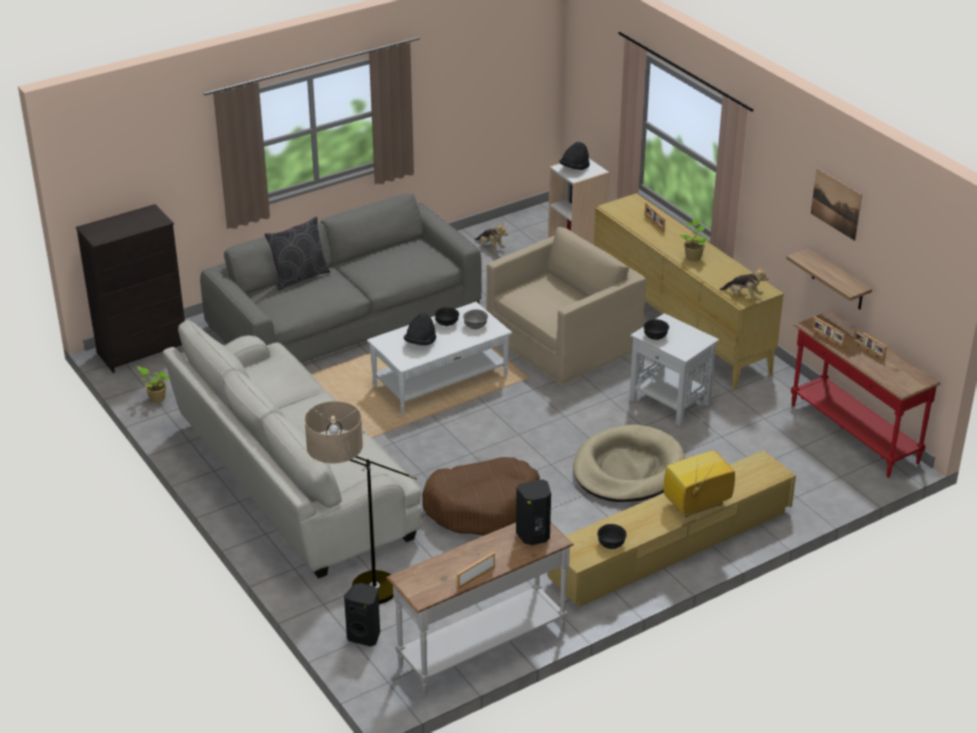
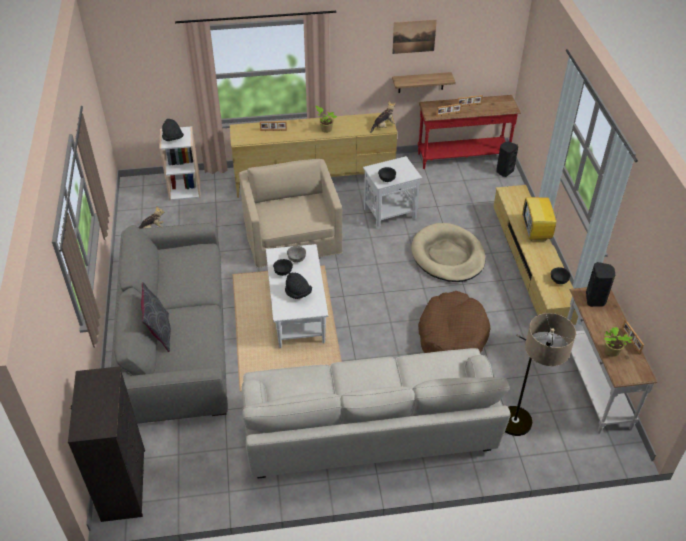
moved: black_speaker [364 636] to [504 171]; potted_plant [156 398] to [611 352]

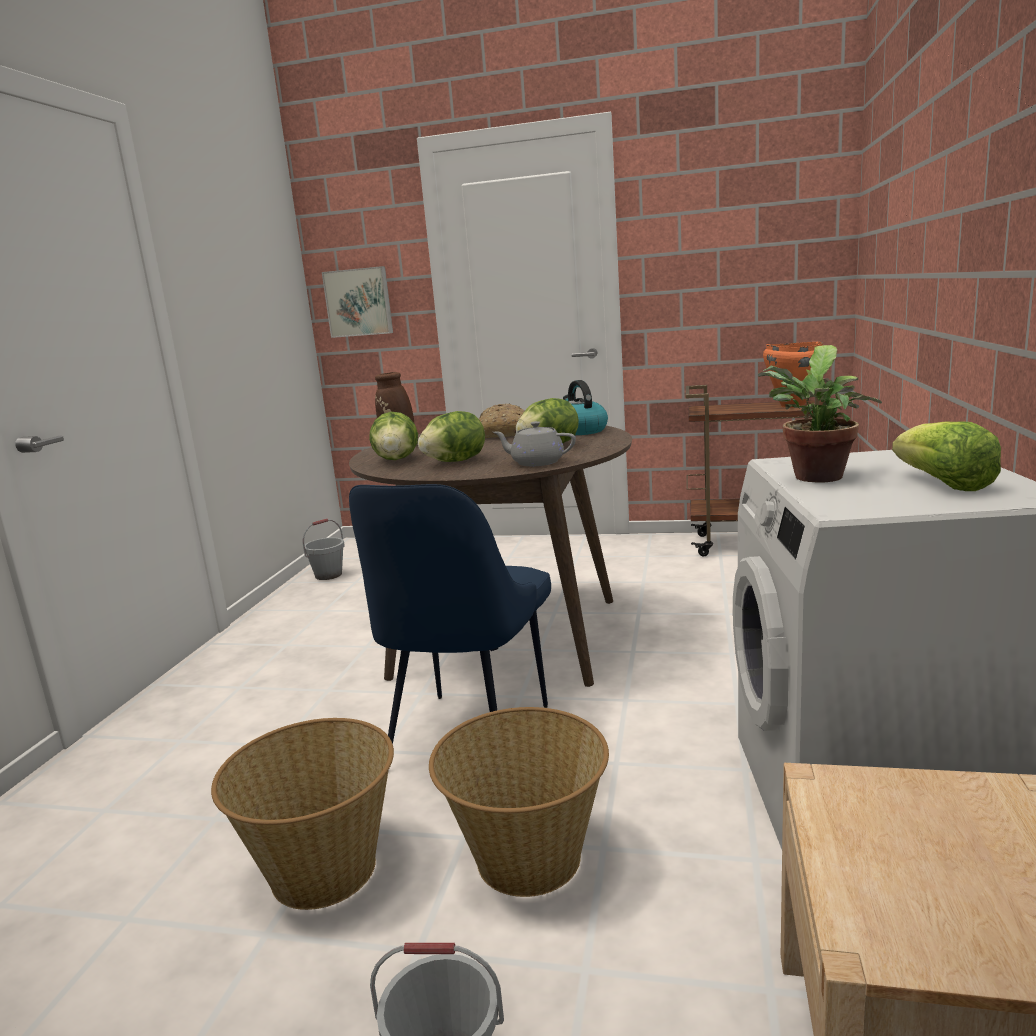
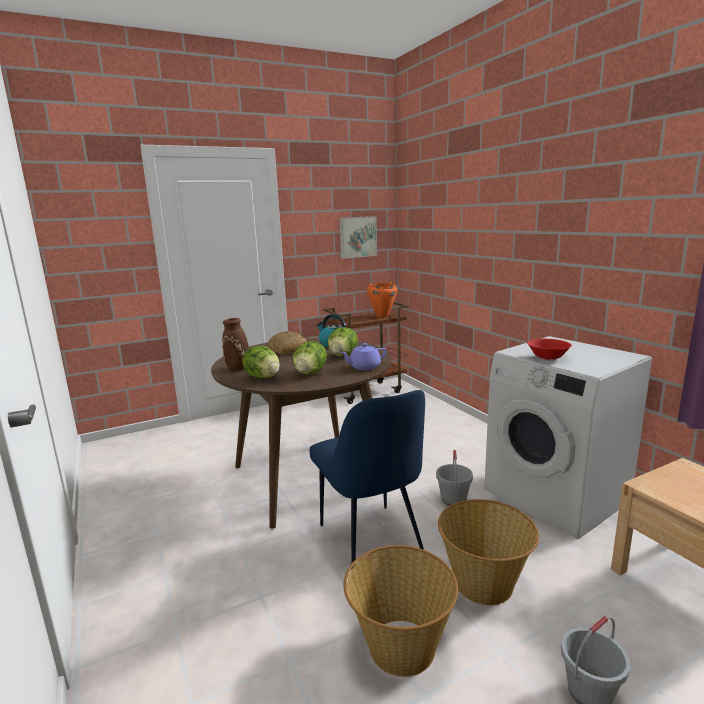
removed: lettuce [942 484]
moved: picture [359 302] to [357 237]; grey_bucket [328 575] to [454 500]
replaced: potted_plant [816 478] to red_bowl [547 358]
recoloured: grey_teapot [536 463] to purple_teapot [364 367]

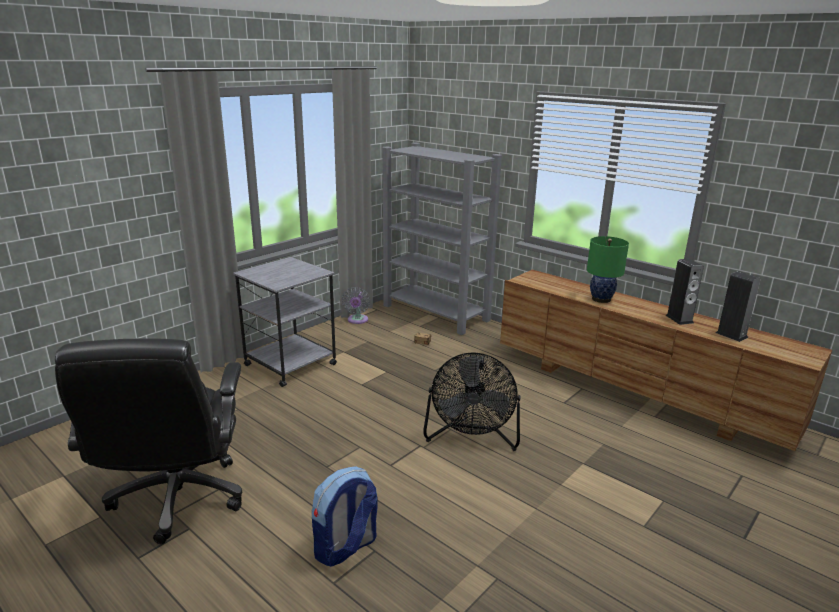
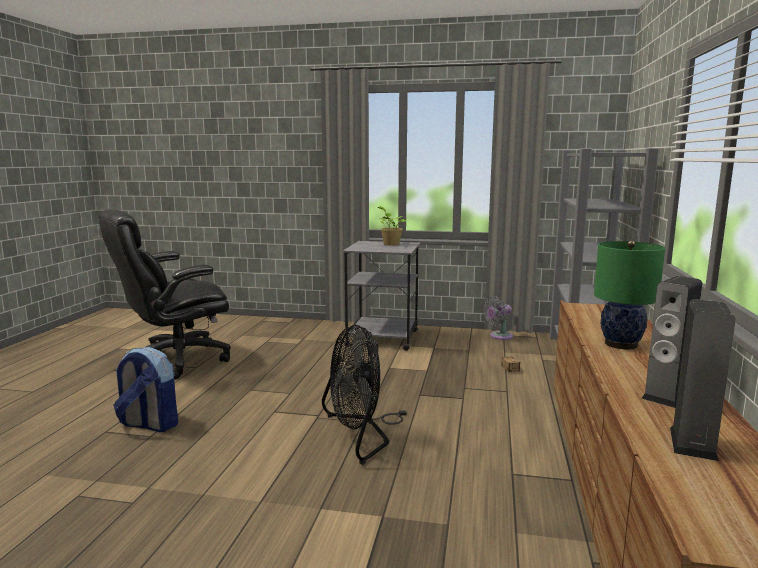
added: potted_plant [390 244]

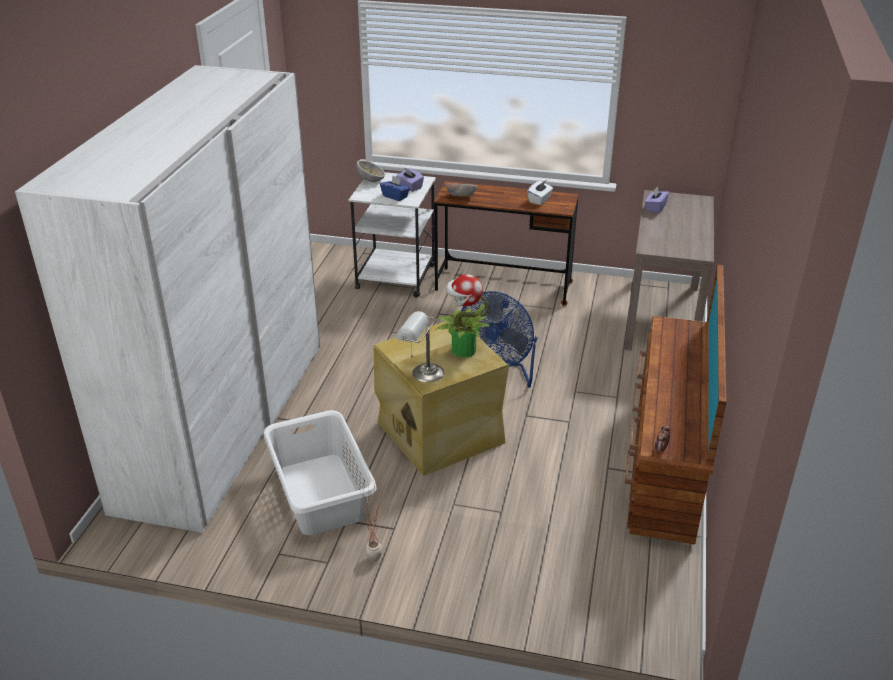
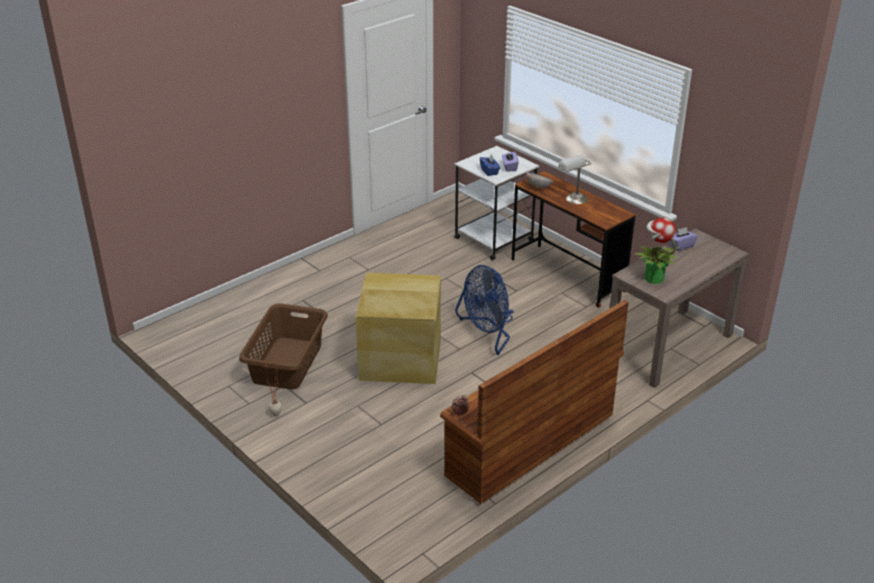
removed: white_wardrobe [224 423]; bowl [371 180]; white_tissue_box [539 200]
moved: white_table_lamp [421 371] to [573 197]; potted_plant [462 350] to [653 278]
recoloured: white_laundry_basket [320 494] to brown_laundry_basket [286 363]

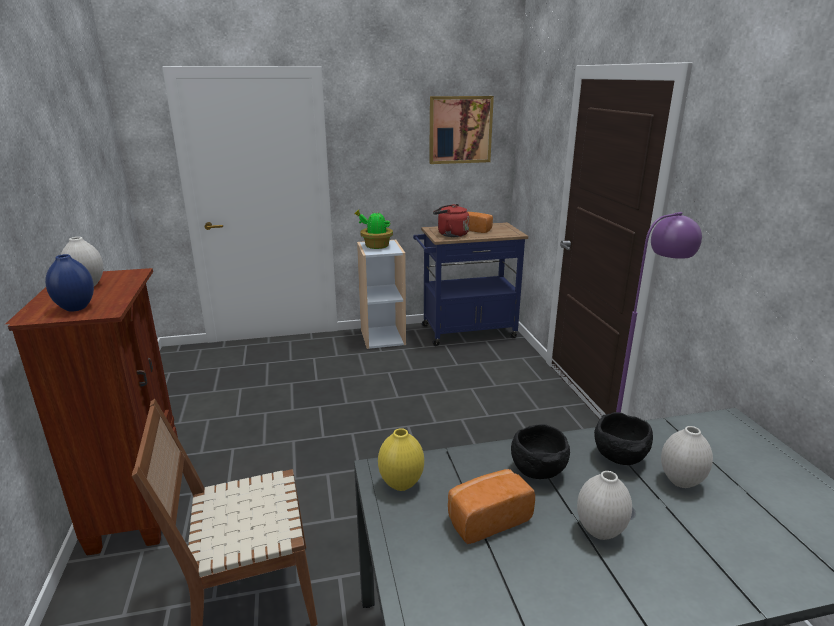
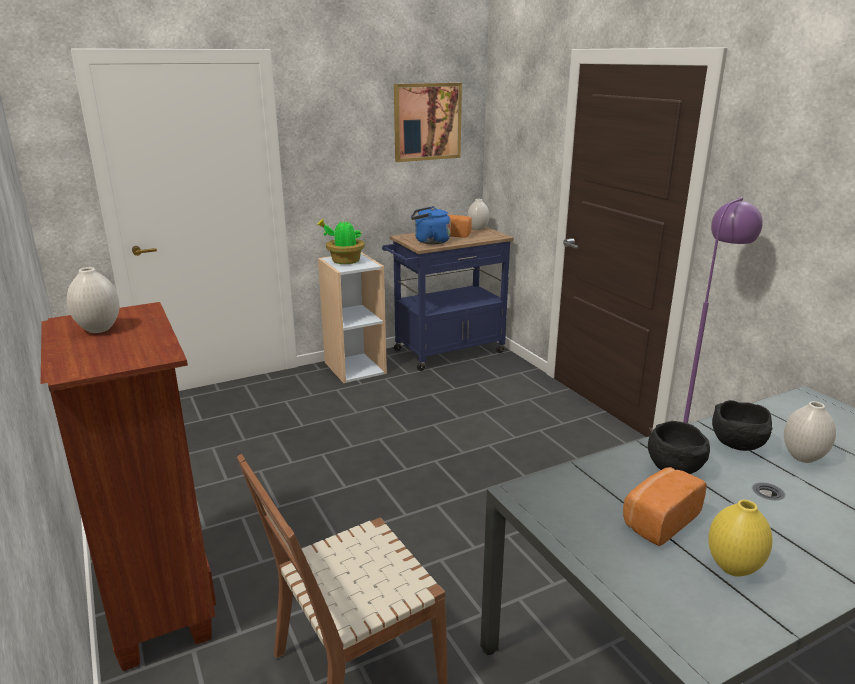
removed: blue_vase [75 308]
moved: white_vase [599 531] to [477 229]; yellow_vase [401 484] to [733 567]
recoloured: red_kettle [450 234] to blue_kettle [429 241]

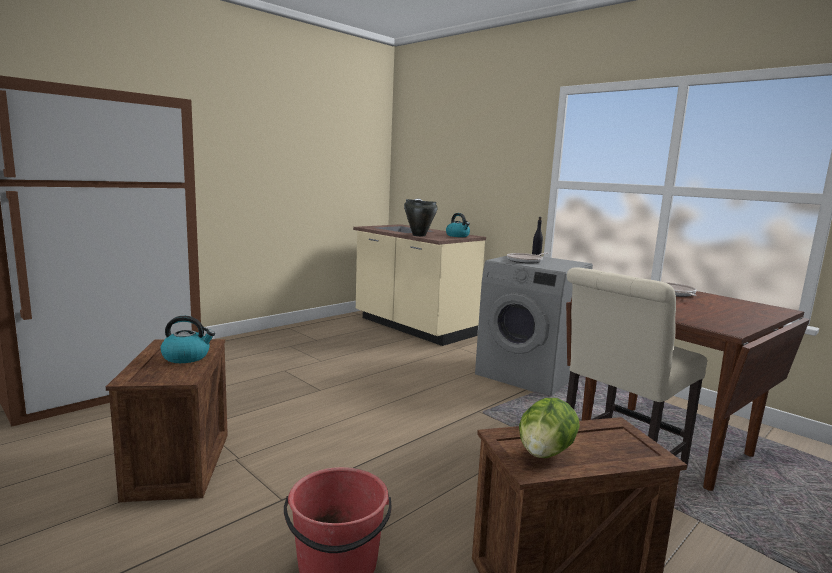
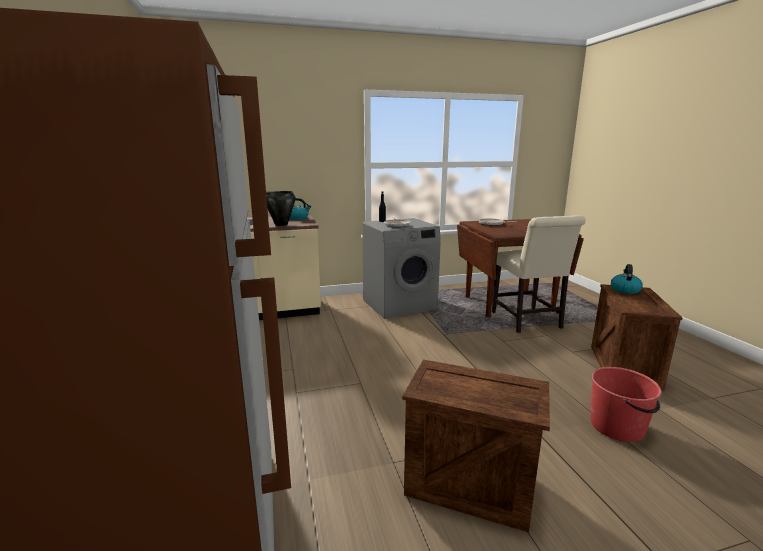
removed: lettuce [545 453]
moved: kettle [187 357] to [625 289]

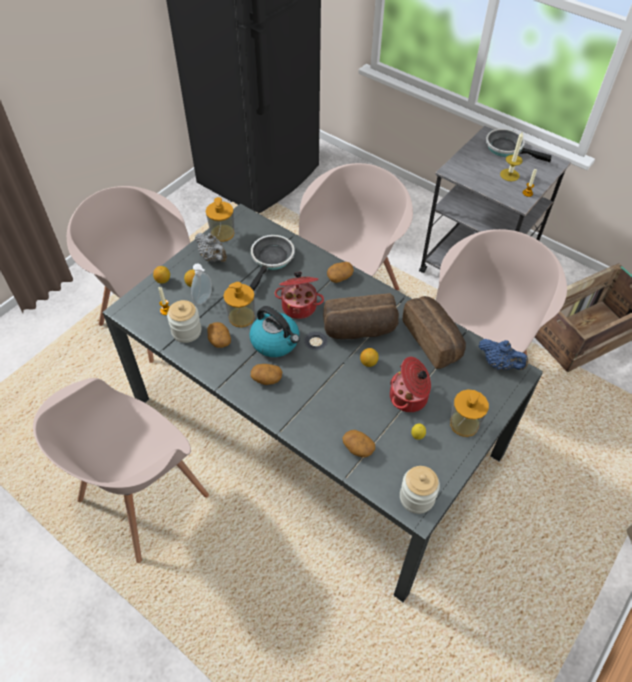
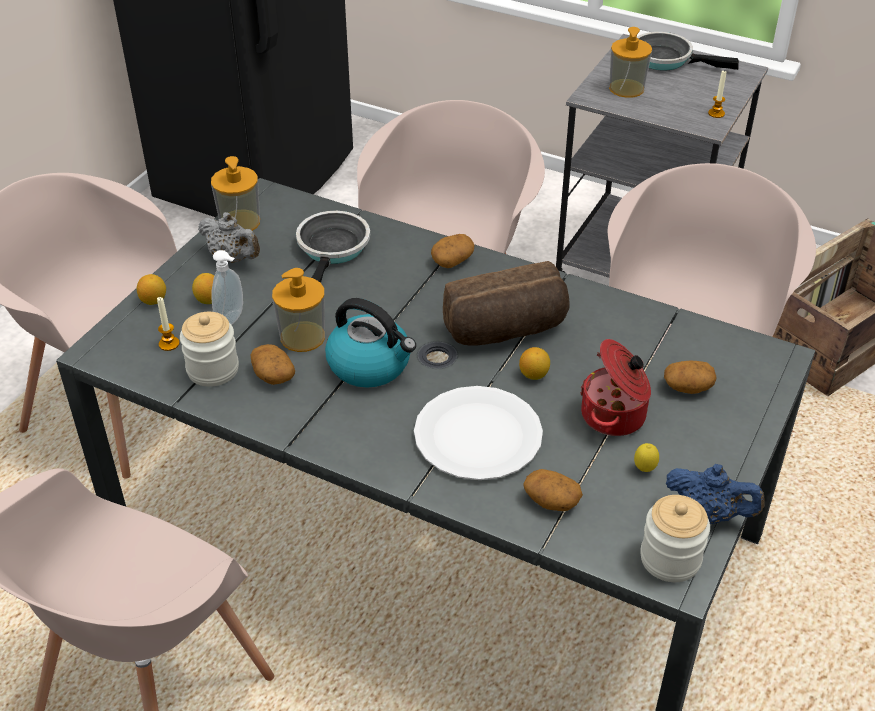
removed: cooking_pot [299 306]; bread [434 340]; candle [509 175]
added: white_plate [477 436]
moved: soap_dispenser [464 424] to [626 88]; potato [266 379] to [687 387]; blue_teapot [499 364] to [709 513]

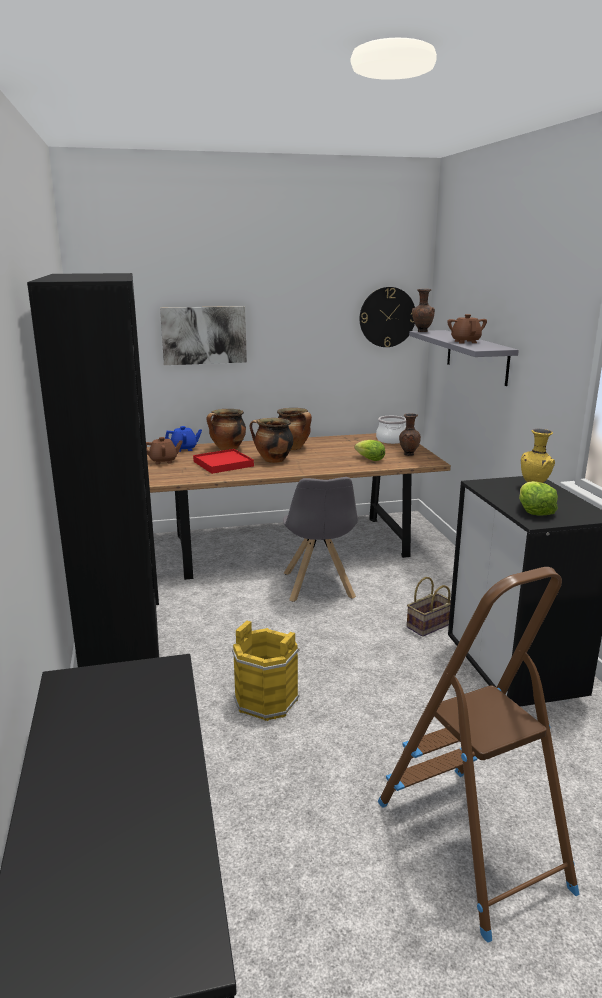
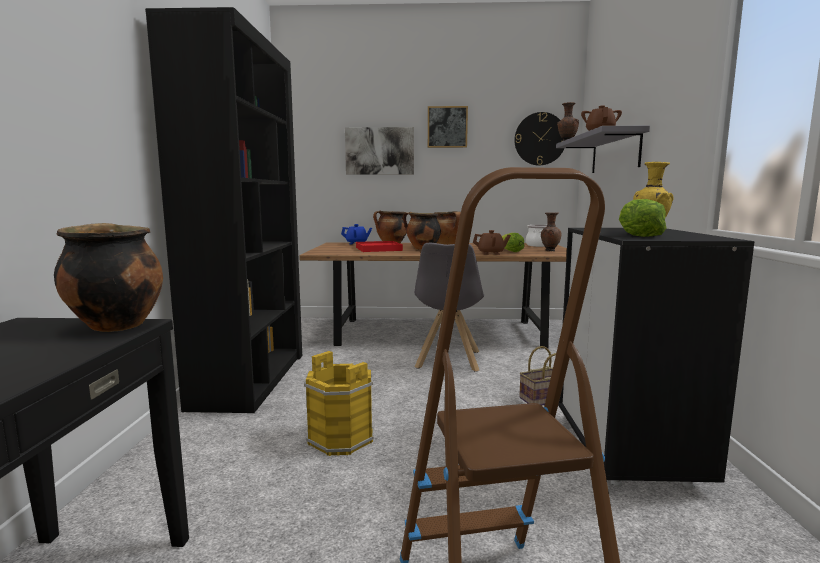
added: cooking_pot [115 325]; picture [447 127]
moved: brown_teapot [163 461] to [491 253]

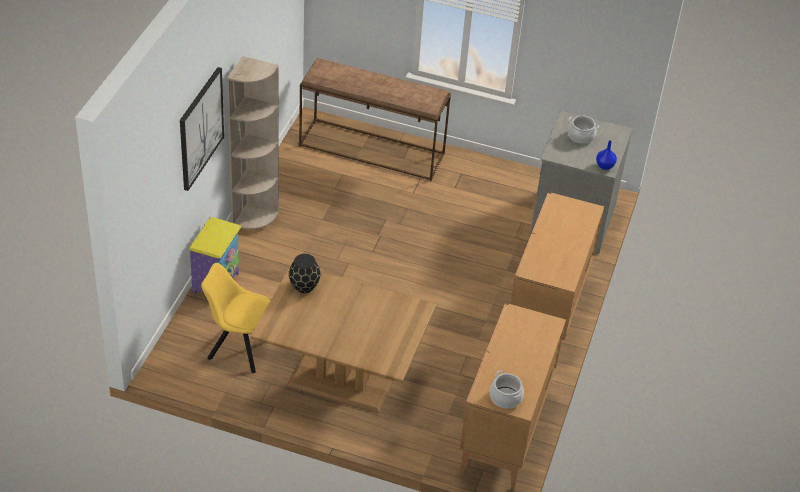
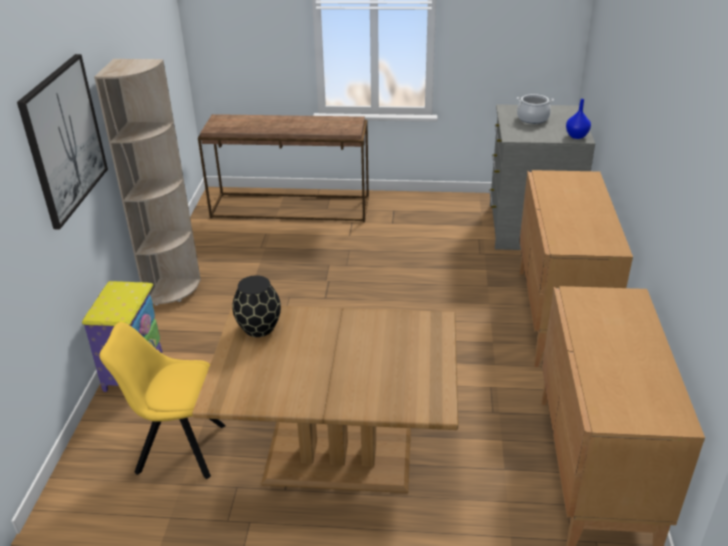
removed: cooking_pot [505 398]

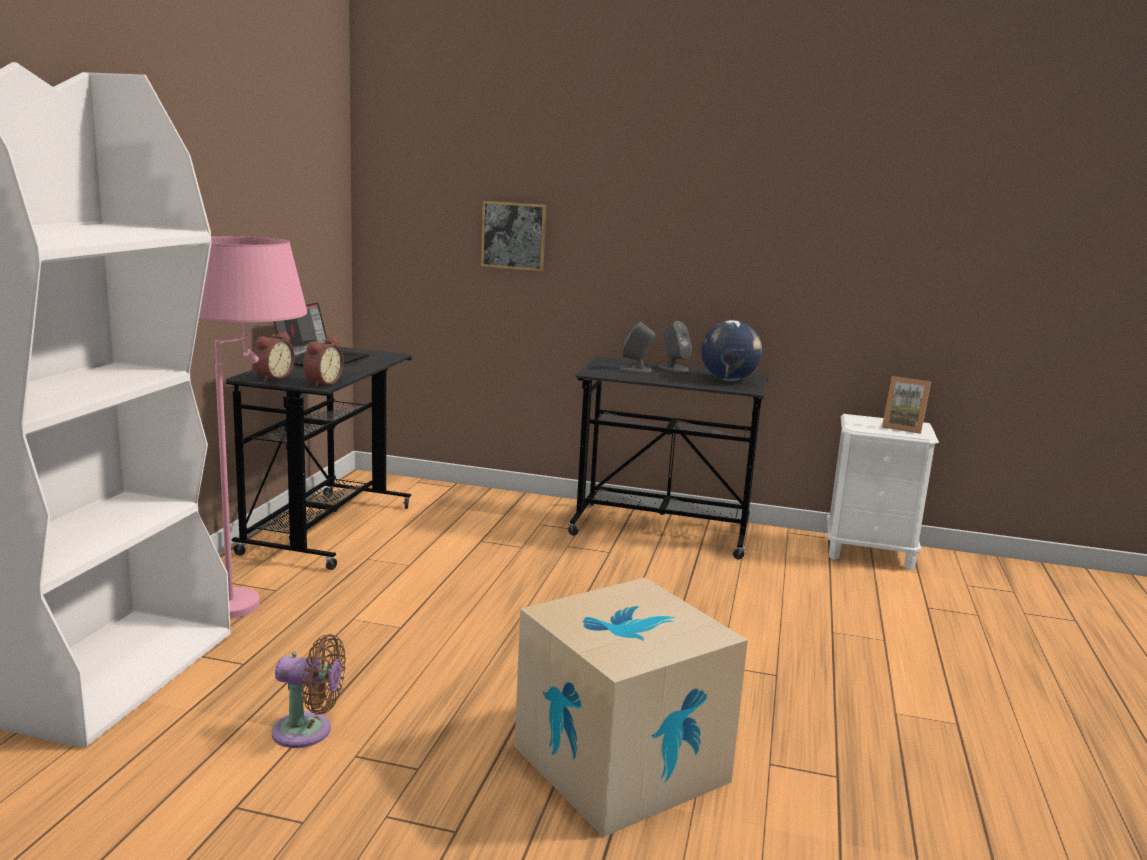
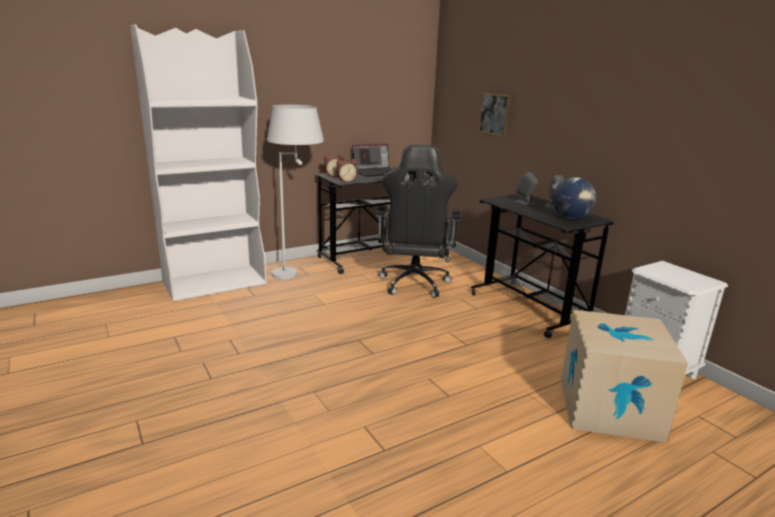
removed: brown_fan [308 732]; picture_frame [903 428]
added: black_office_chair [414 282]
moved: cardboard_box [620 764] to [609 408]
recoloured: pink_floor_lamp [255 595] to white_floor_lamp [299 273]

